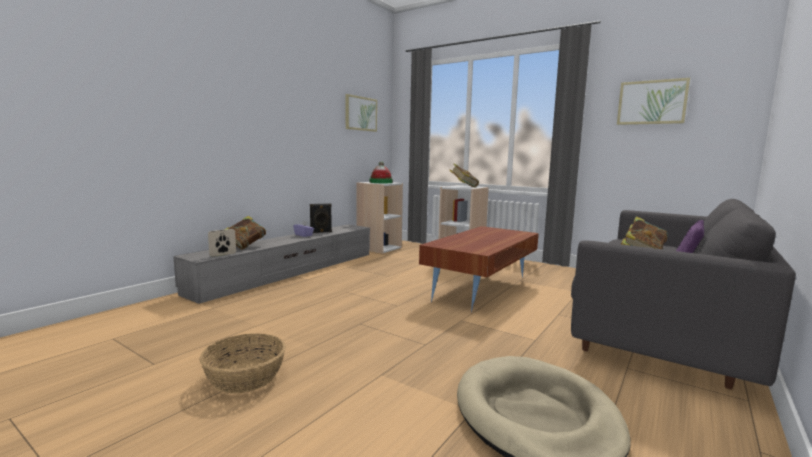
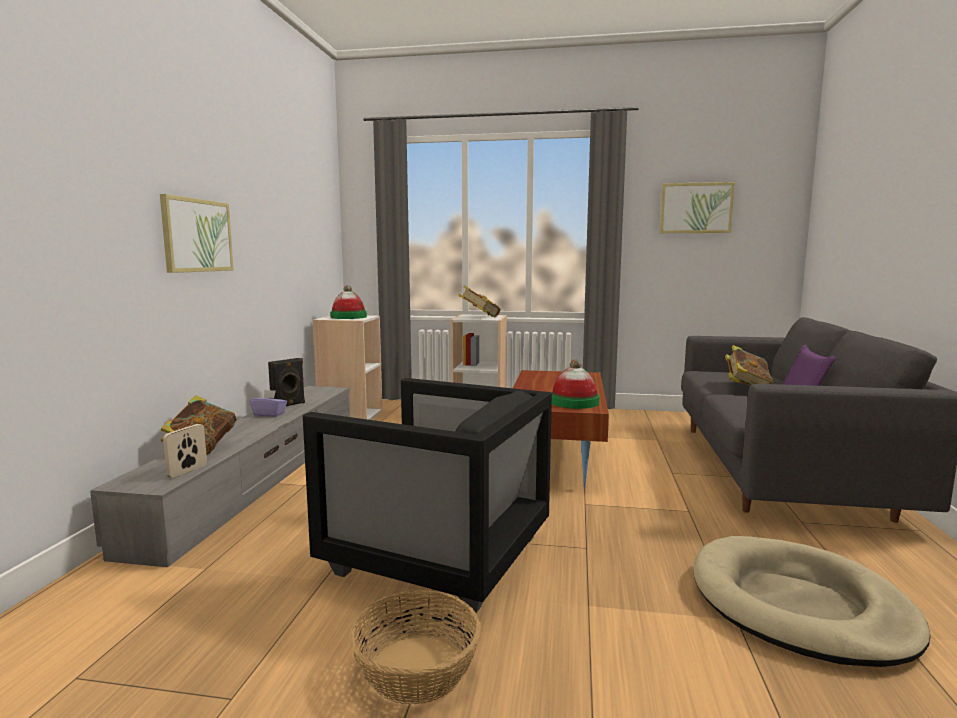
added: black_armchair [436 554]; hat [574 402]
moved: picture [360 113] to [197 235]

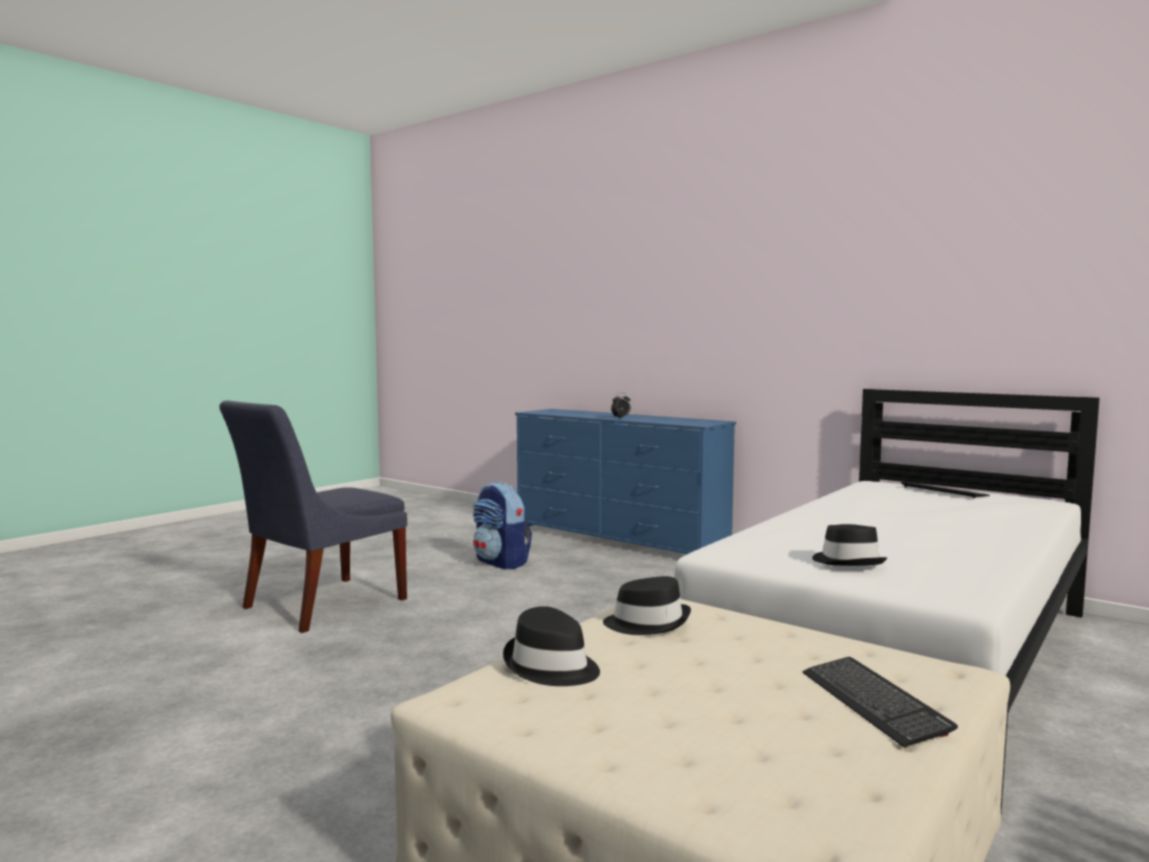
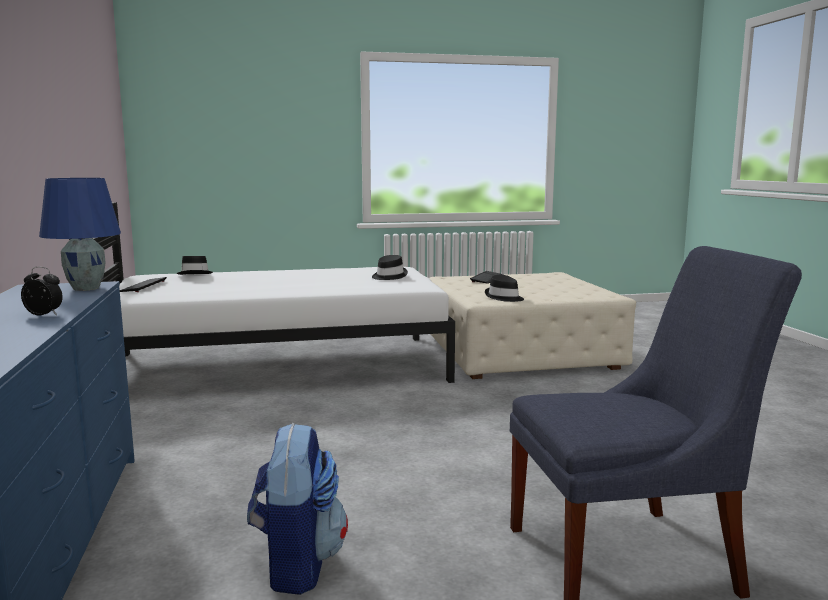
added: blue_table_lamp [87 288]
moved: black_hat [551 667] to [195 274]

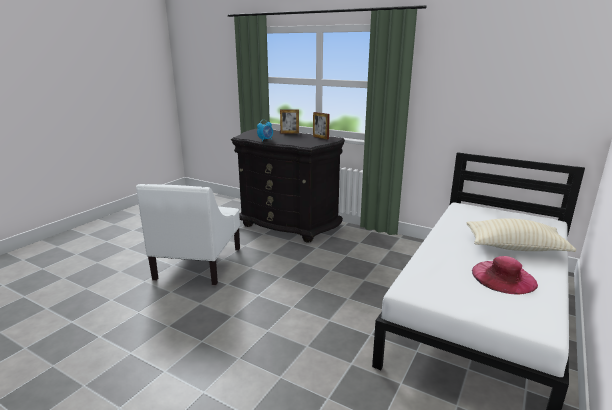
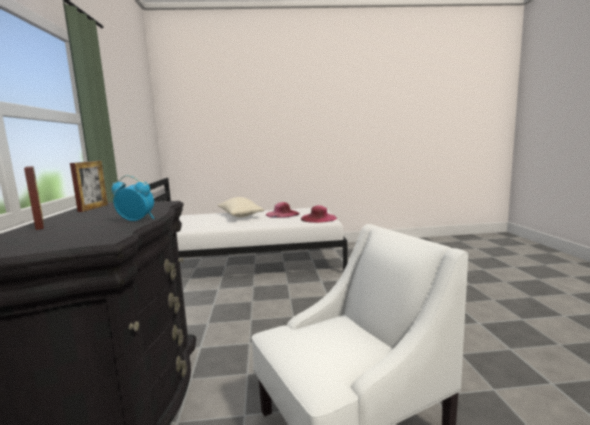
added: pink_hat [318 218]

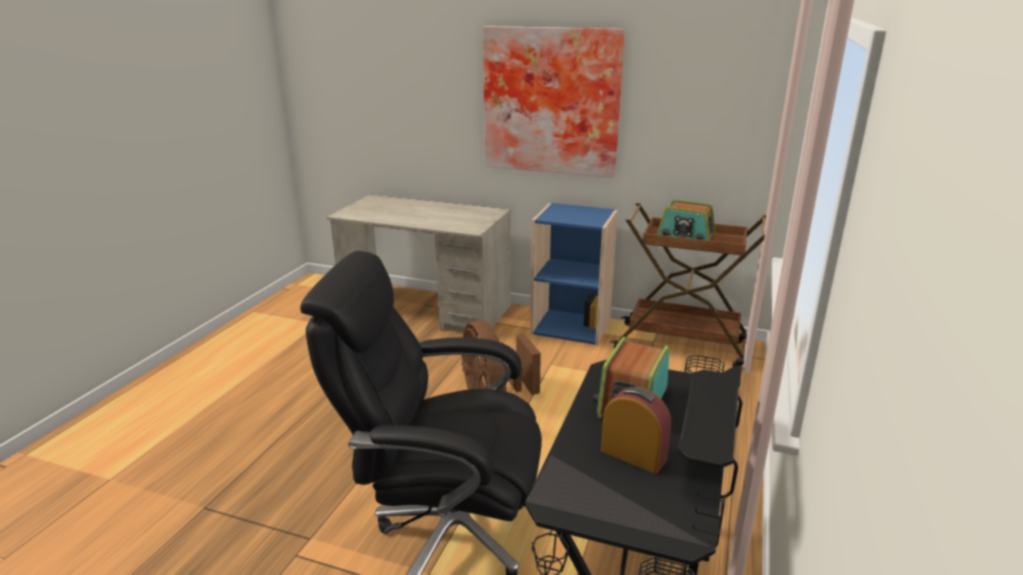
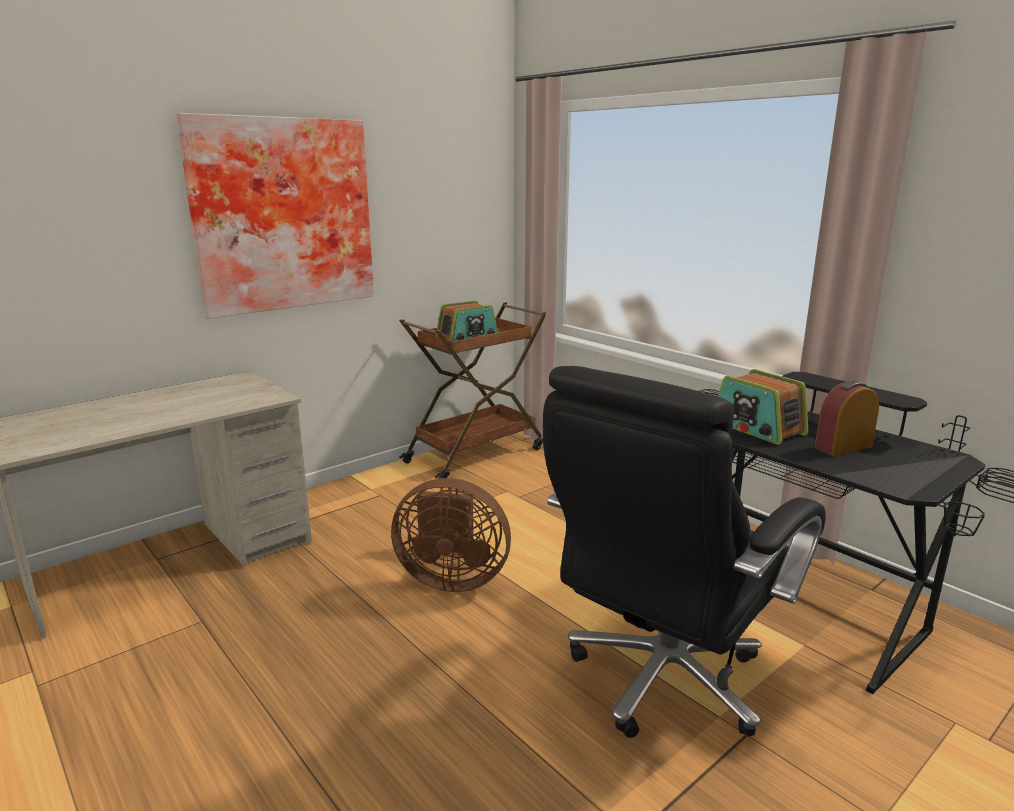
removed: blue_bookcase [572 326]

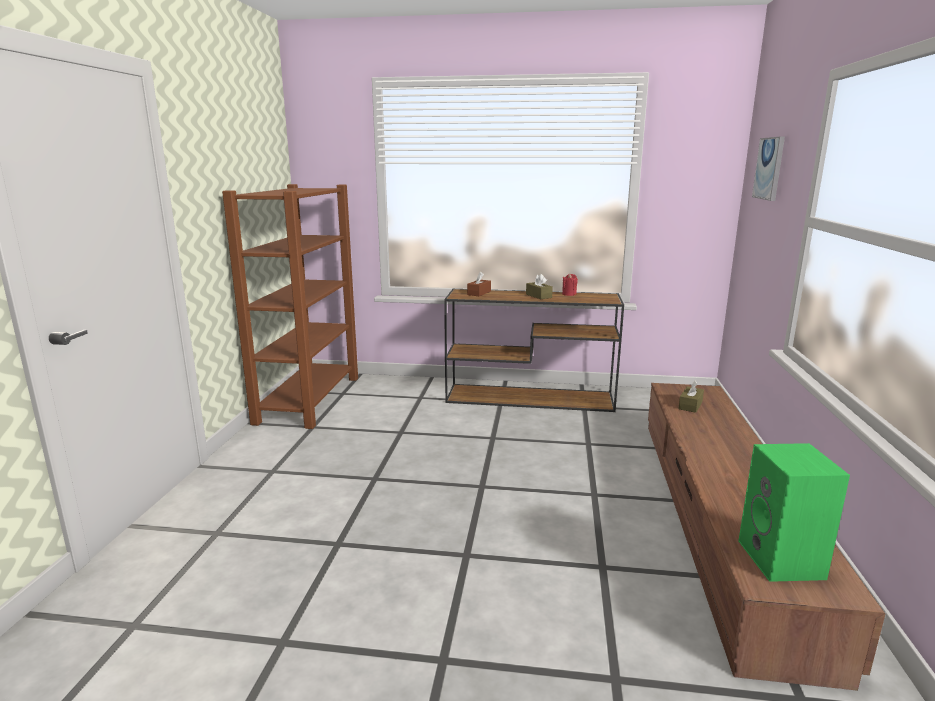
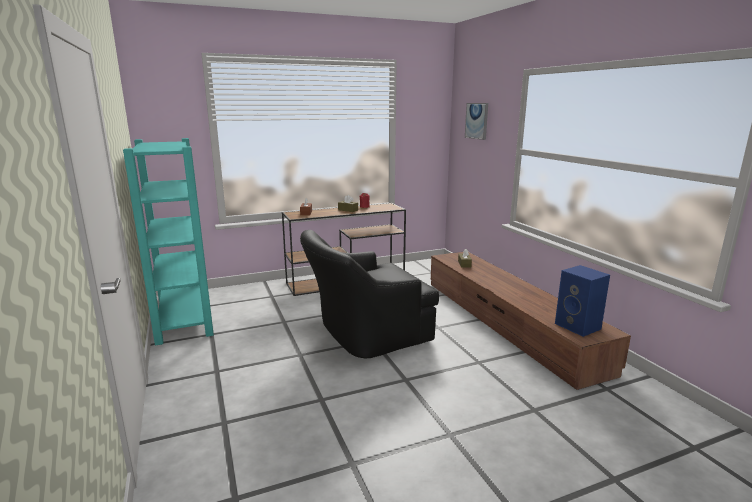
added: black_armchair [365 334]
recoloured: brown_bookcase [309 399] to turquoise_bookcase [184 316]; green_speaker [783 560] to blue_speaker [579 326]

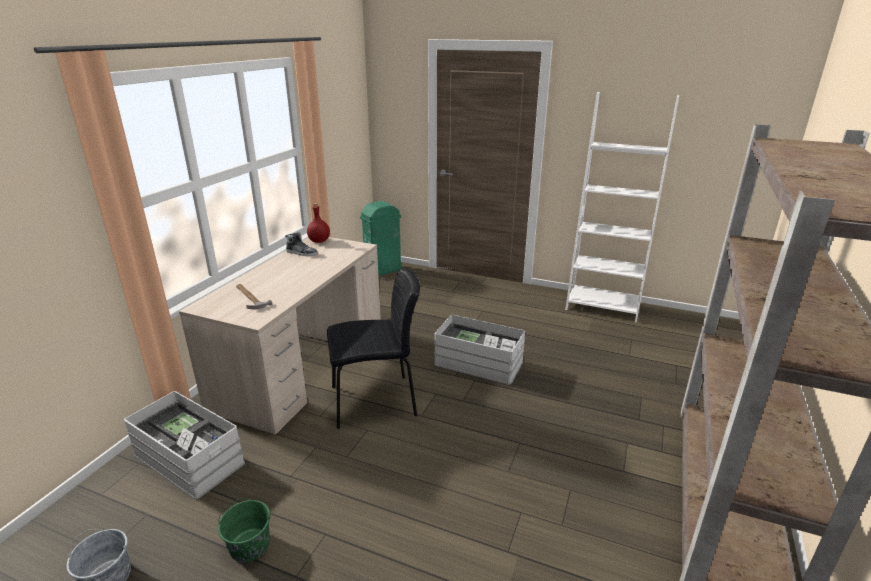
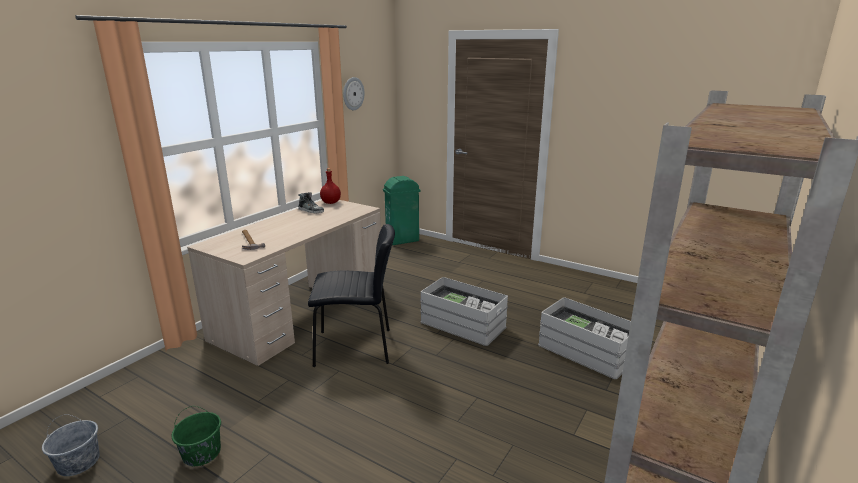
removed: white_bookcase [602 307]
added: wall_clock [353 93]
moved: grey_storage_box [190 458] to [586 351]

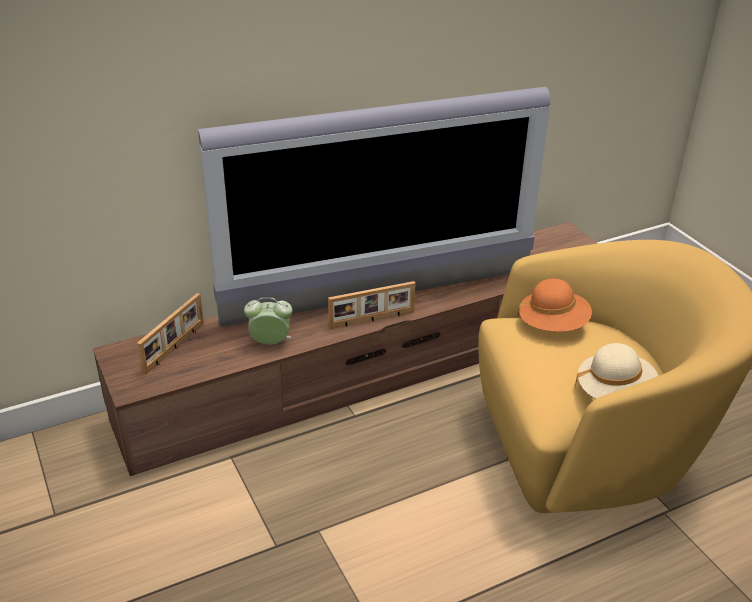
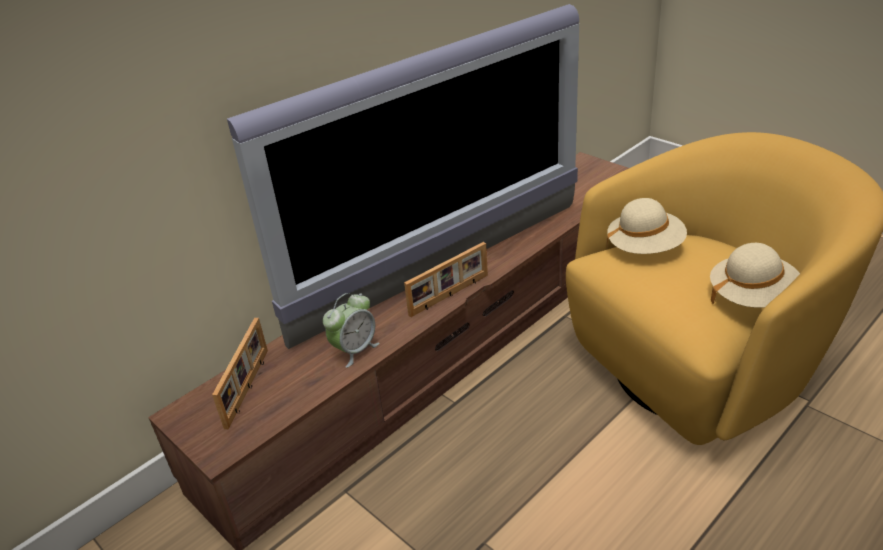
recoloured: orange_hat [552 325] to beige_hat [645 248]
turned: alarm_clock [270 343] = [354 350] 150 degrees clockwise

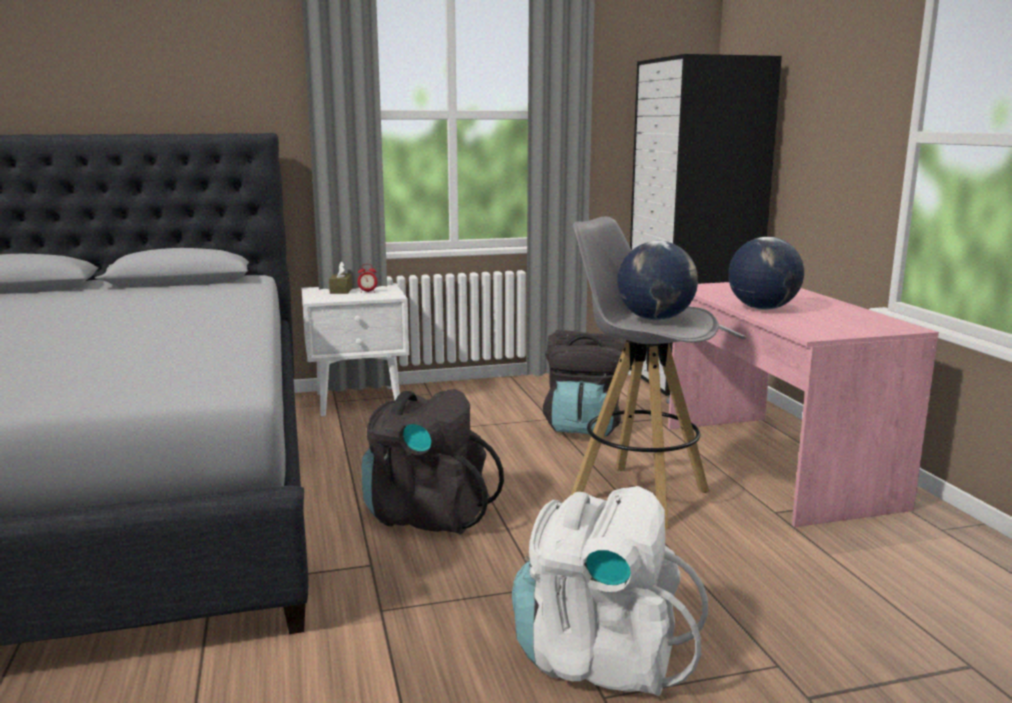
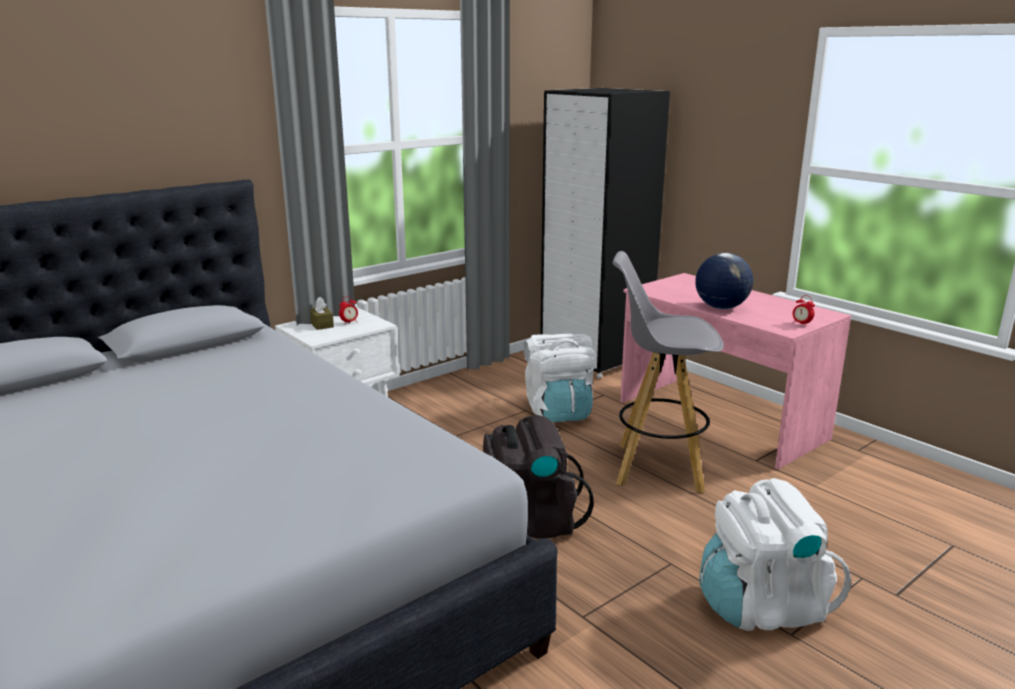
removed: globe [655 319]
added: alarm_clock [801 324]
recoloured: black_backpack [584 426] to white_backpack [558 412]

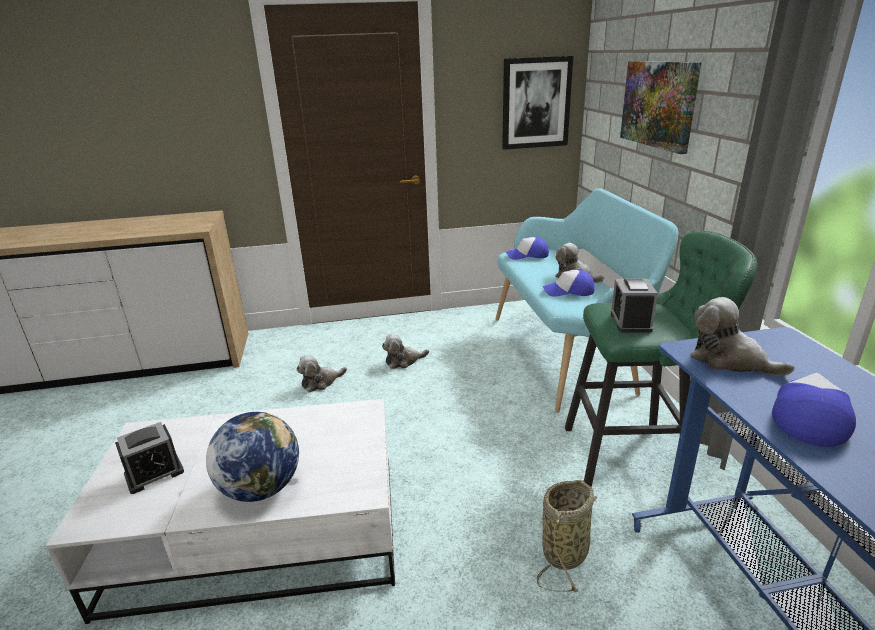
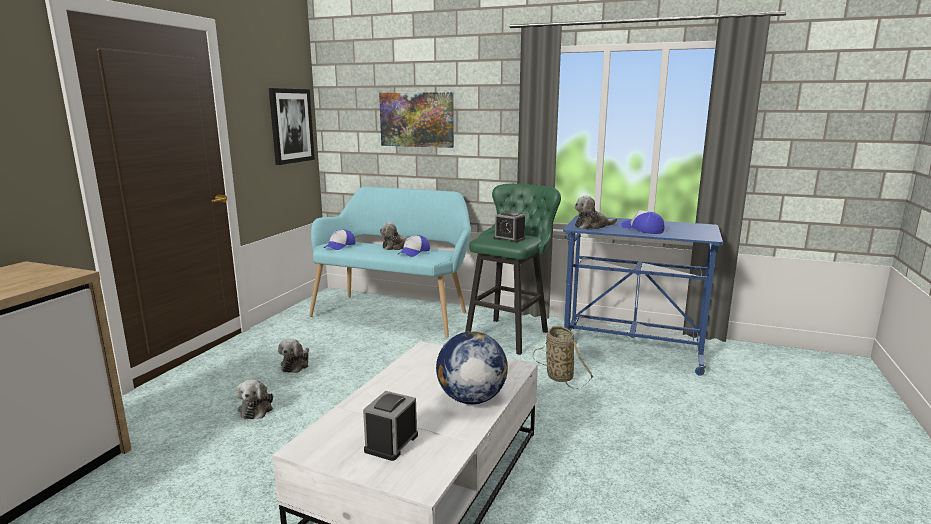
turned: alarm_clock [154 473] = [391 443] 150 degrees counterclockwise

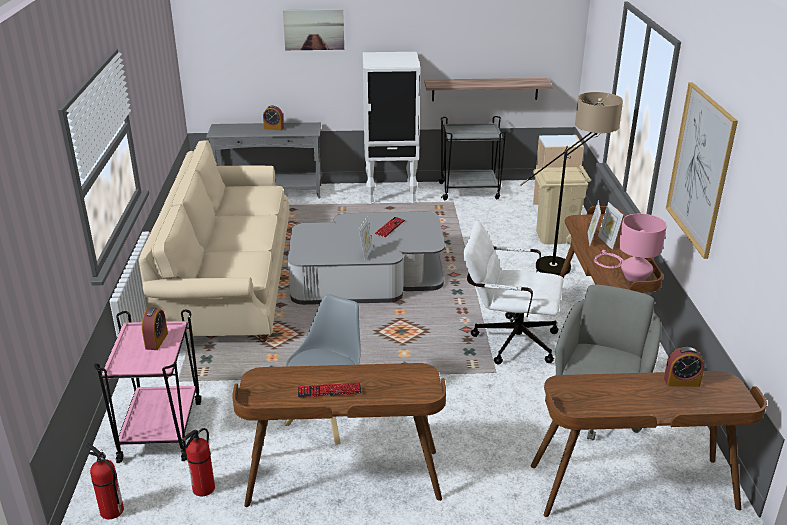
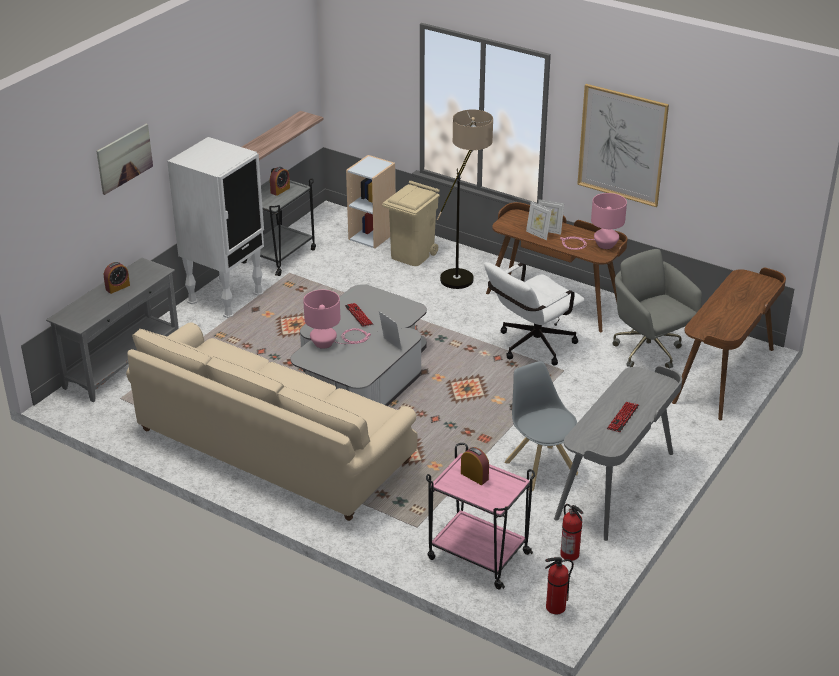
added: pink_table_lamp [336 341]
moved: alarm_clock [681 382] to [280 190]
recoloured: brown_desk [343 479] to grey_desk [616 486]

